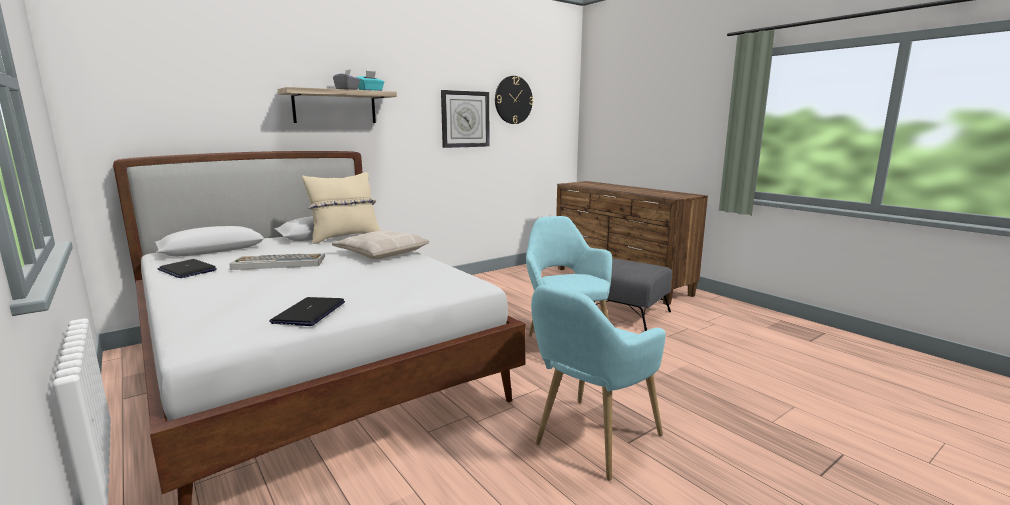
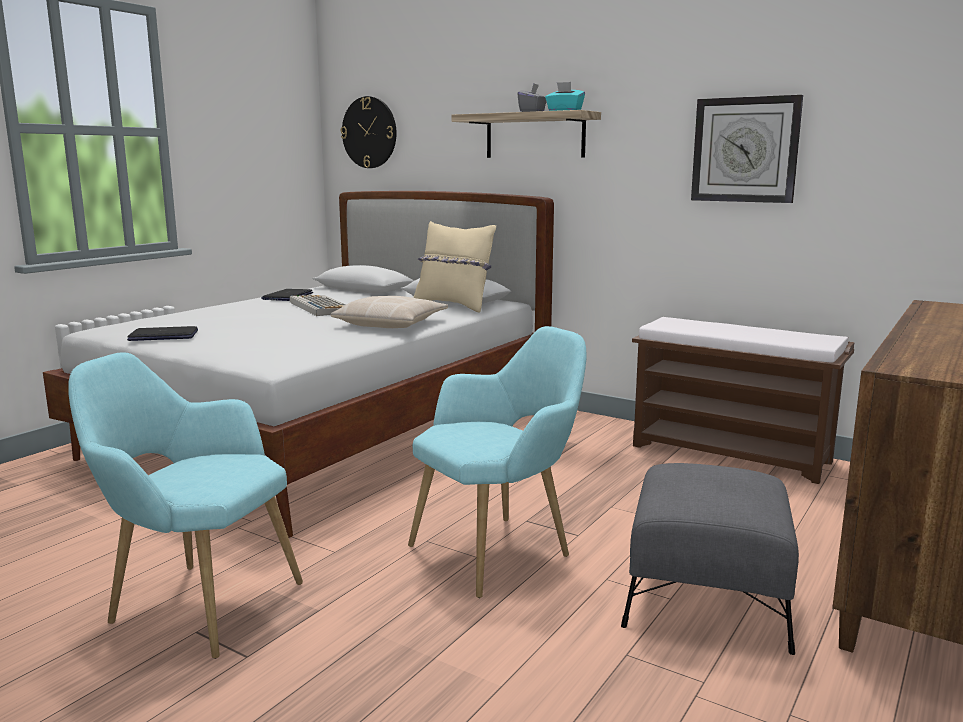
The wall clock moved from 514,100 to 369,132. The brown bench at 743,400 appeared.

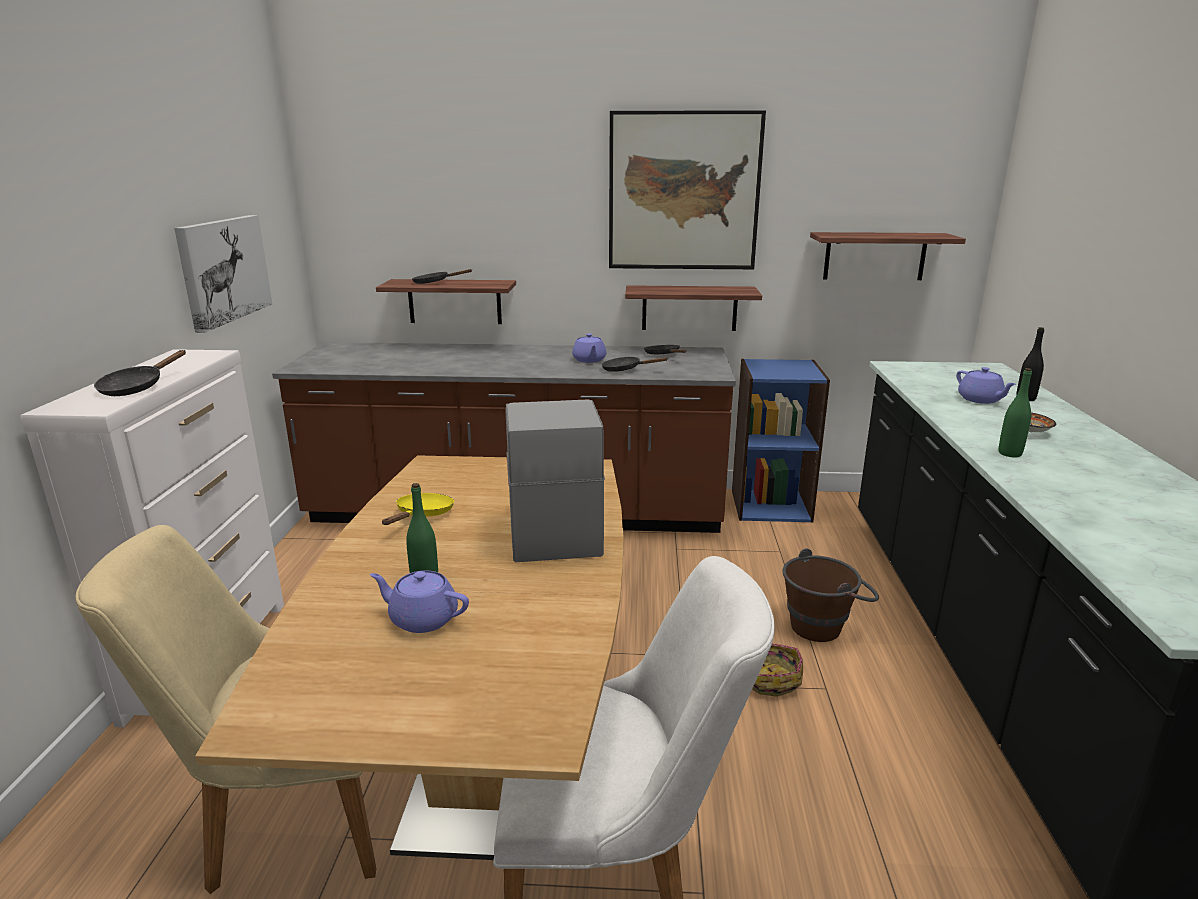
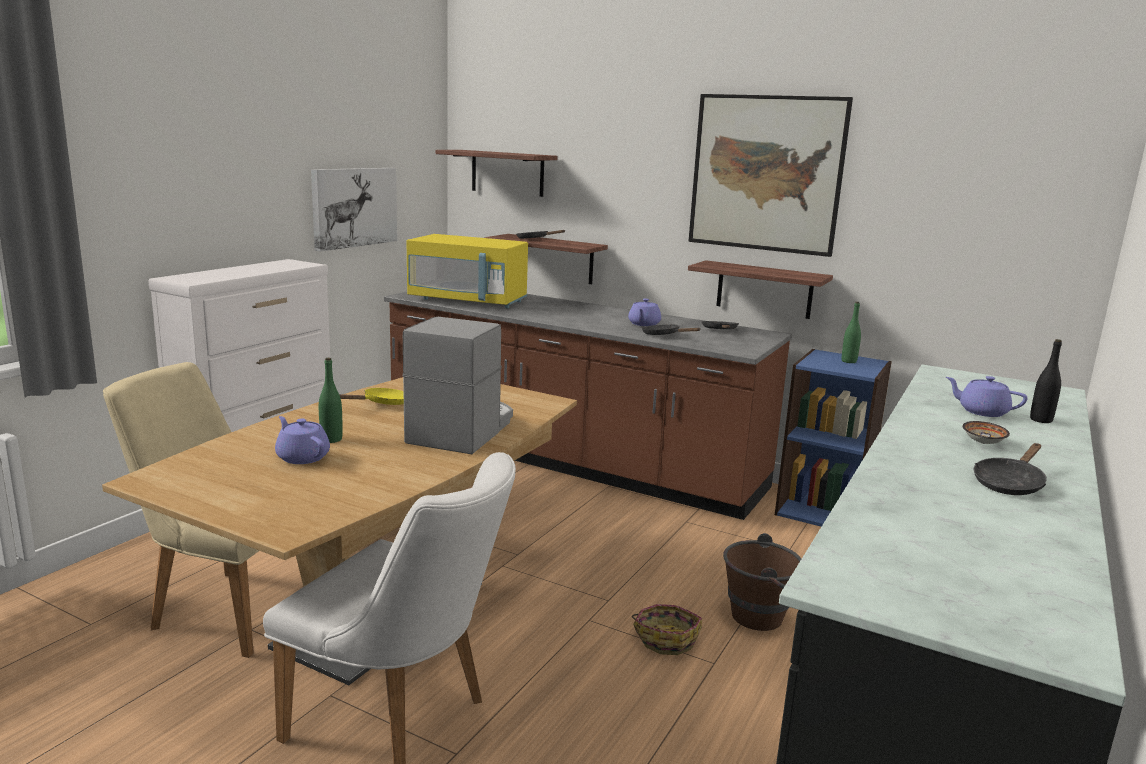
The black frying pan moved from 140,373 to 1010,469. The shelf moved from 888,256 to 497,173. The purple teapot at 986,385 turned 120 degrees clockwise. The green bottle moved from 1015,412 to 851,332. The yellow microwave at 467,271 appeared.

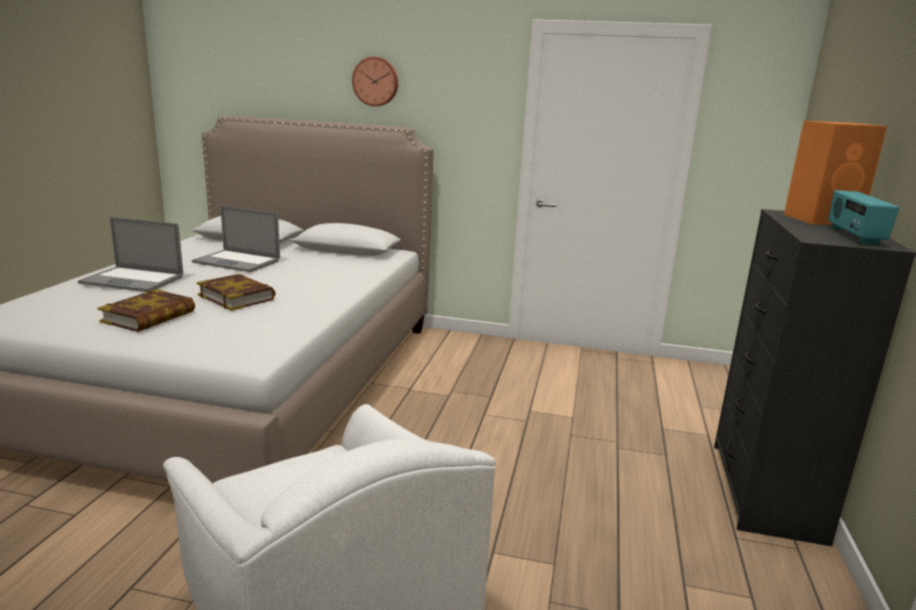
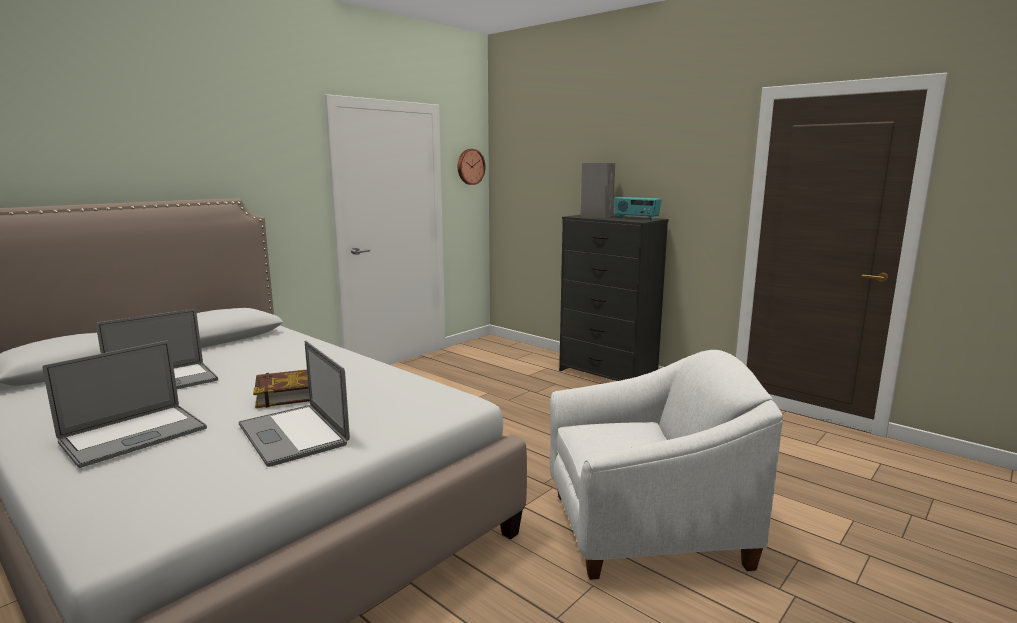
The book at 146,310 was replaced by the laptop at 294,404. The wall clock moved from 375,81 to 471,167. The orange speaker at 835,173 became the grey speaker at 598,190.

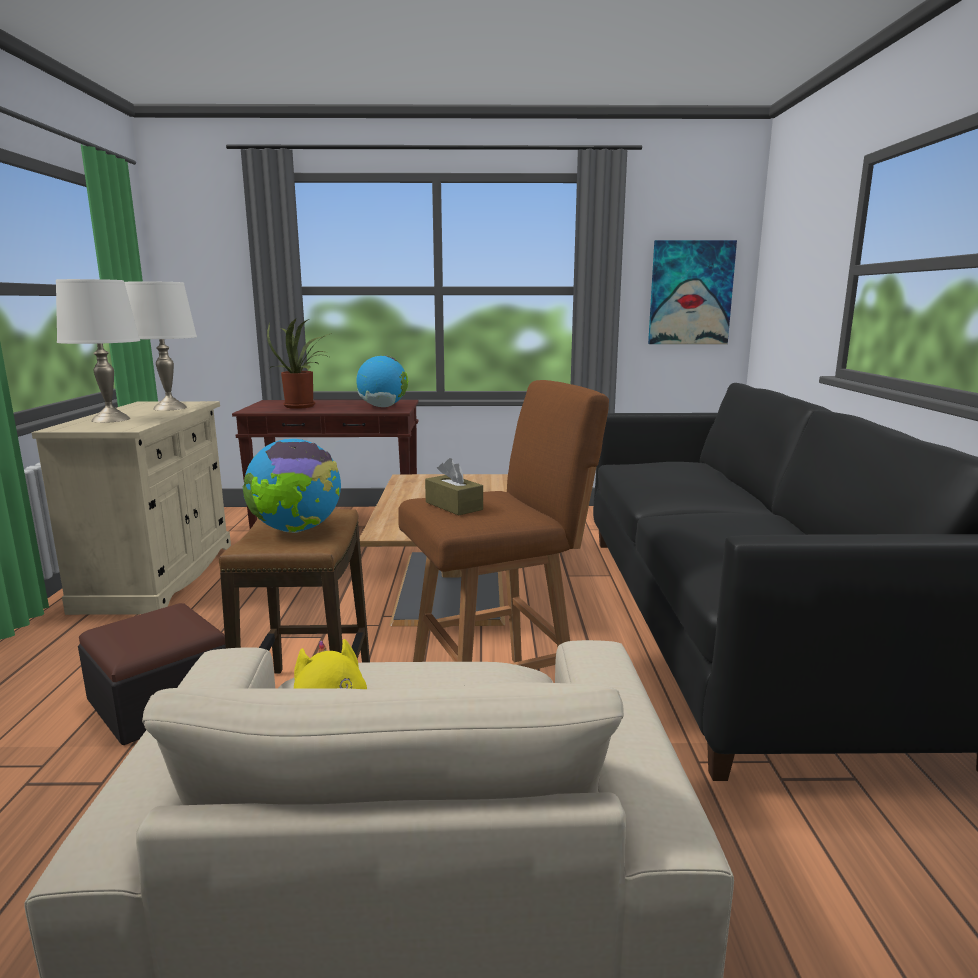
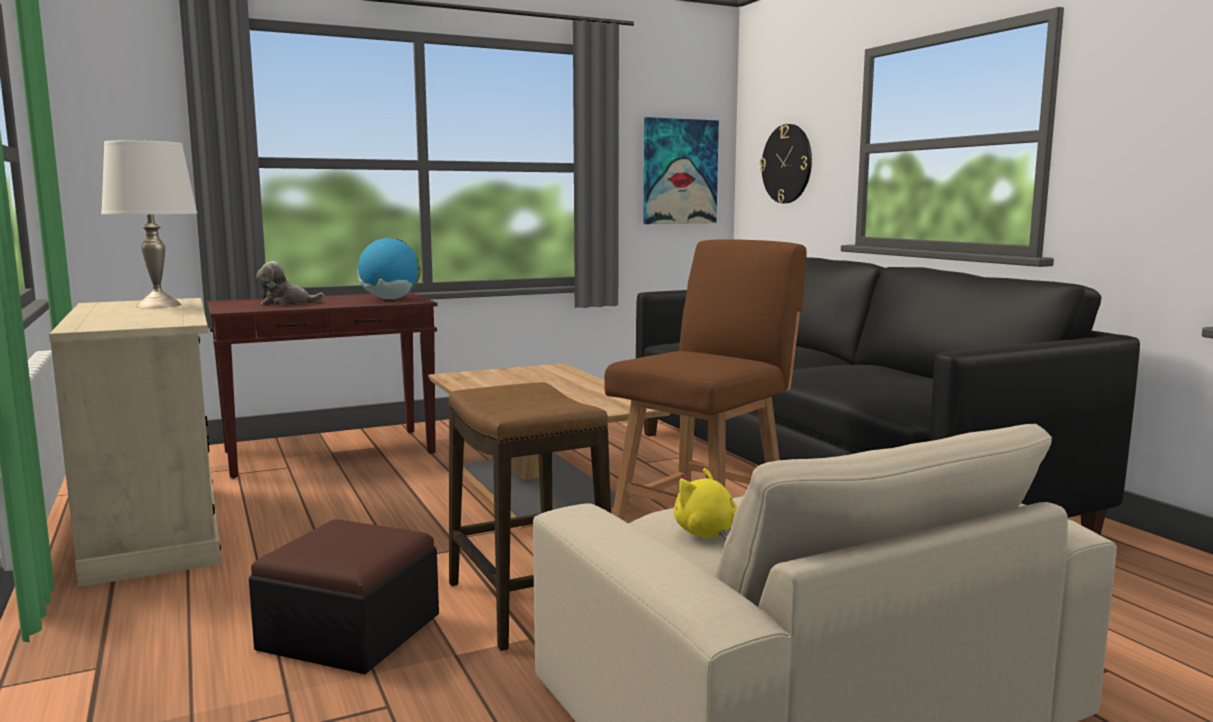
The white table lamp at 98,351 disappeared. The globe at 292,486 disappeared. The potted plant at 299,364 was replaced by the plush toy at 290,283. The brown tissue box at 454,486 disappeared. The wall clock at 786,163 appeared.

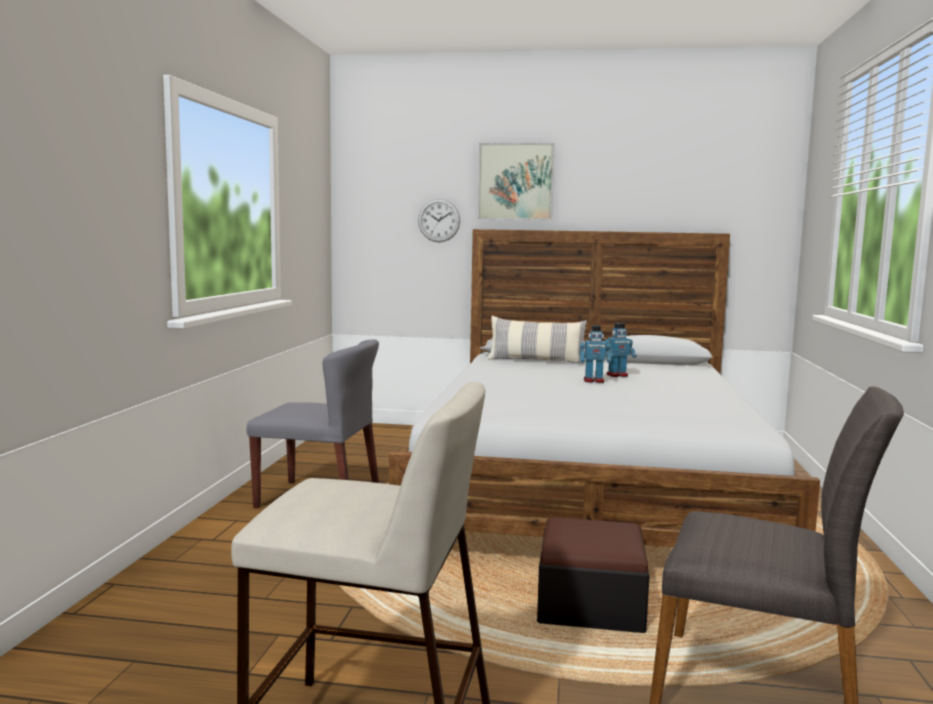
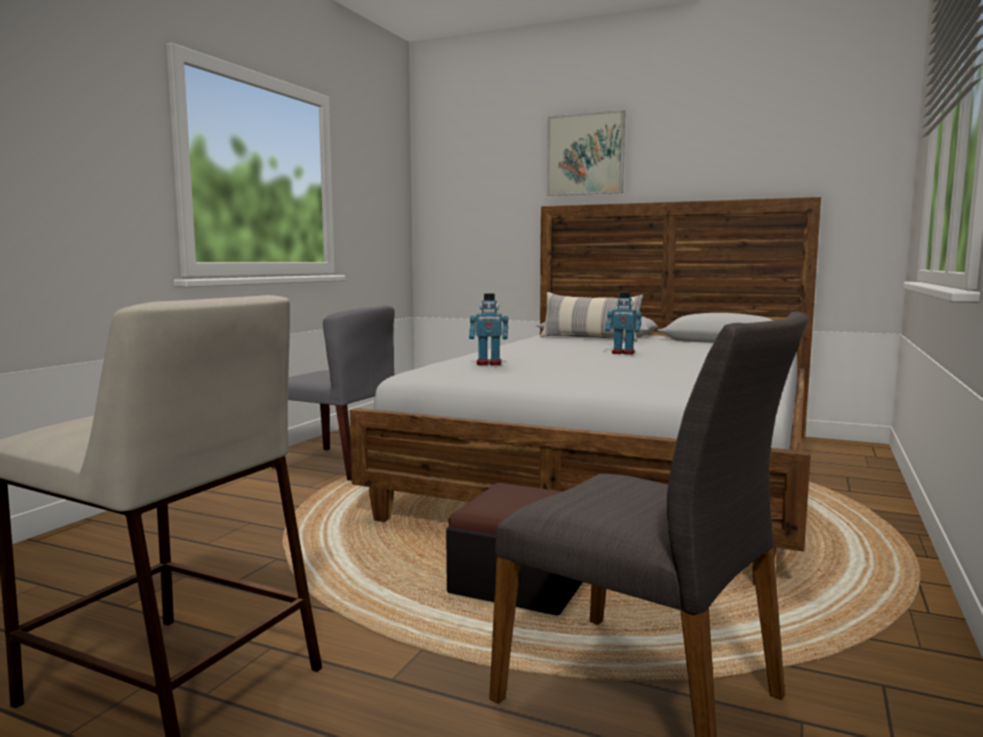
The wall clock at 439,220 disappeared. The toy robot moved from 621,350 to 488,329.

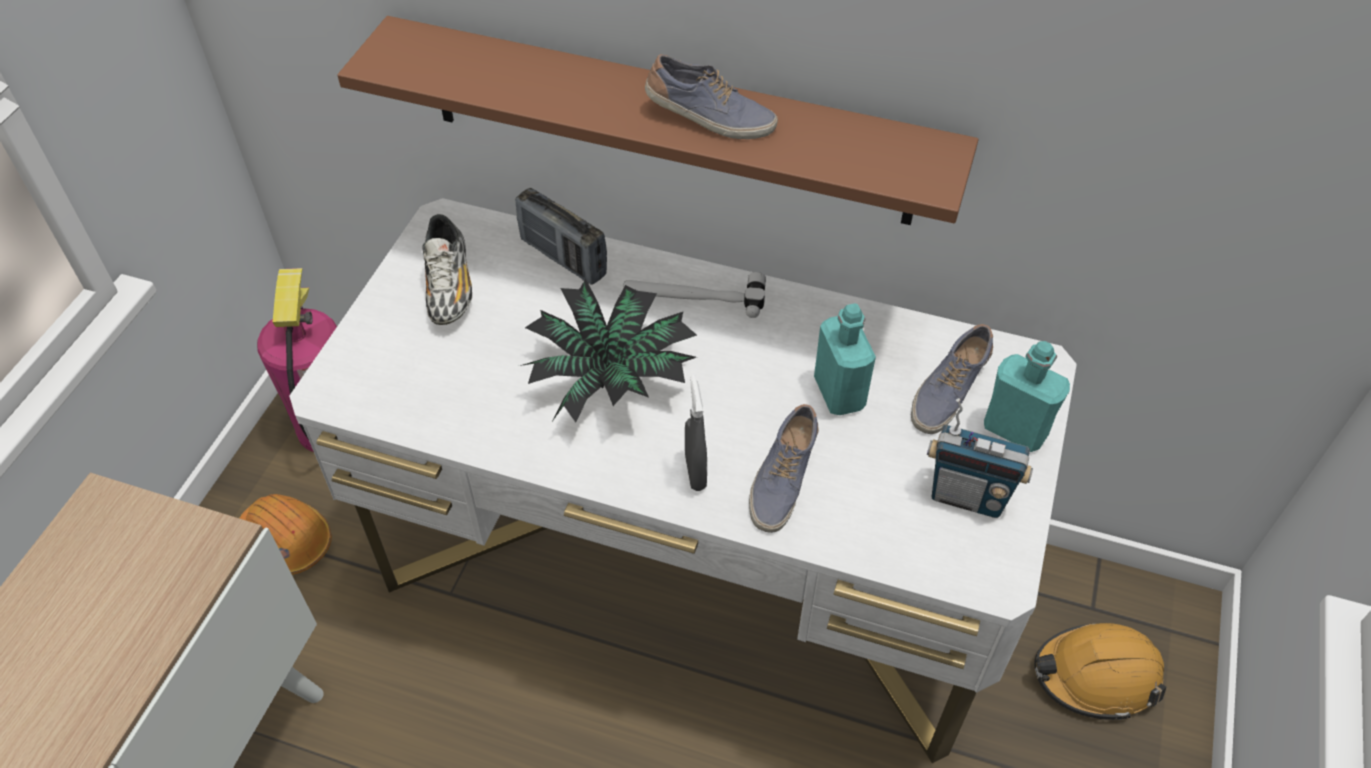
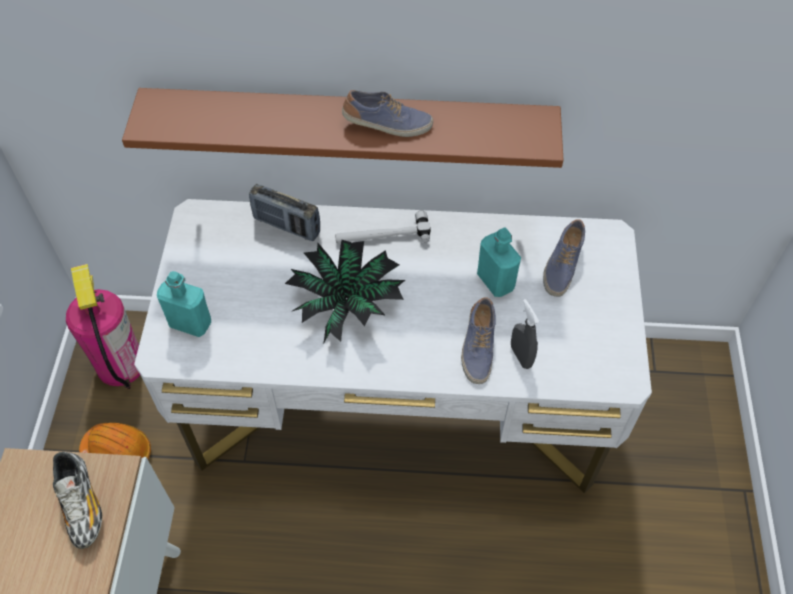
The shoe moved from 447,269 to 77,500. The grey spray bottle moved from 696,433 to 525,334. The radio at 980,458 disappeared. The turquoise bottle moved from 1027,396 to 184,304. The orange hard hat at 1100,671 disappeared.

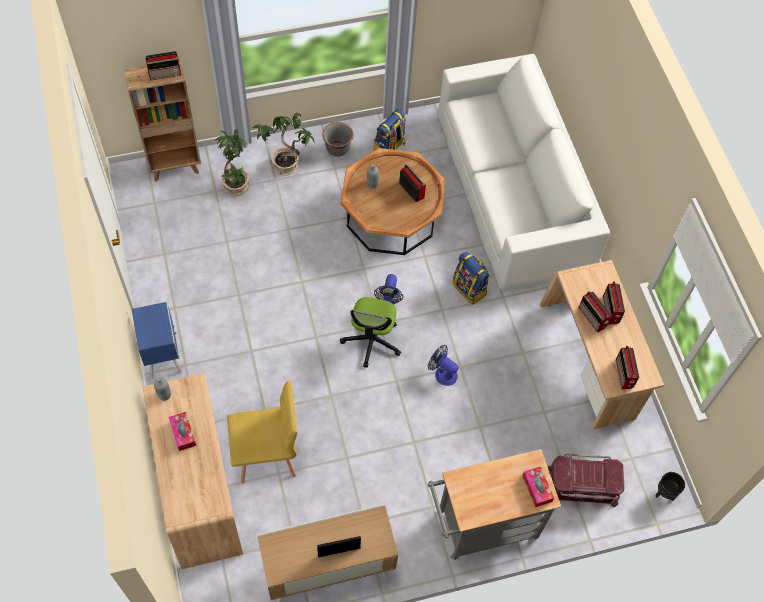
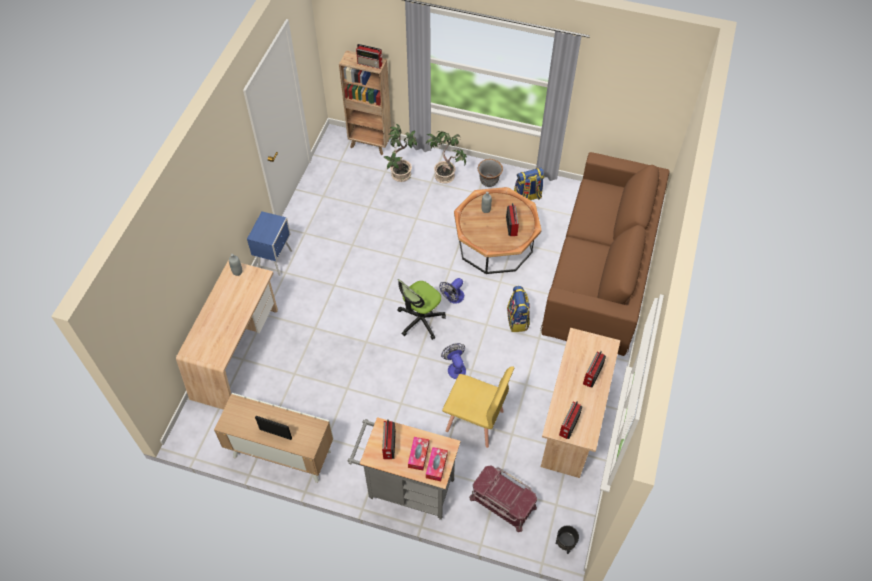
The tissue box moved from 182,431 to 418,453. The yellow chair moved from 262,432 to 478,407. The white sofa at 523,173 became the brown sofa at 605,254. The radio moved from 595,312 to 389,439.

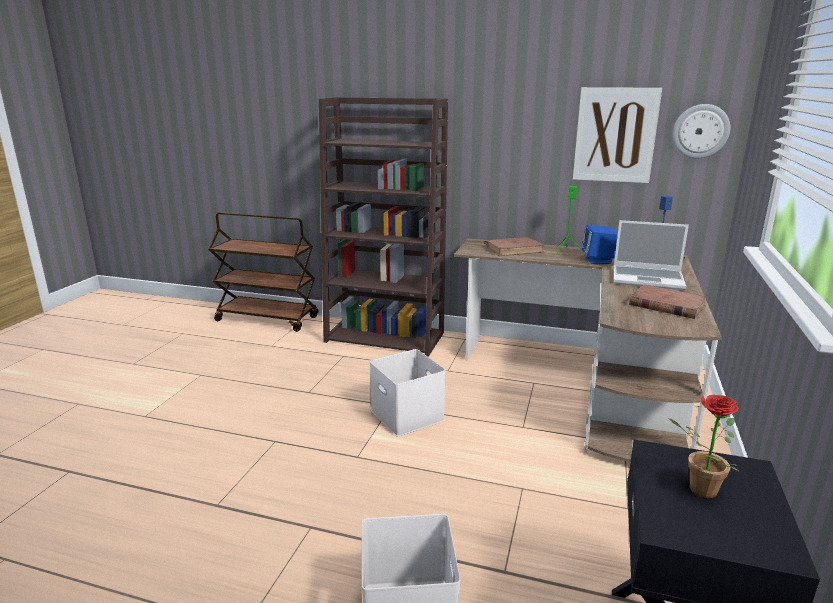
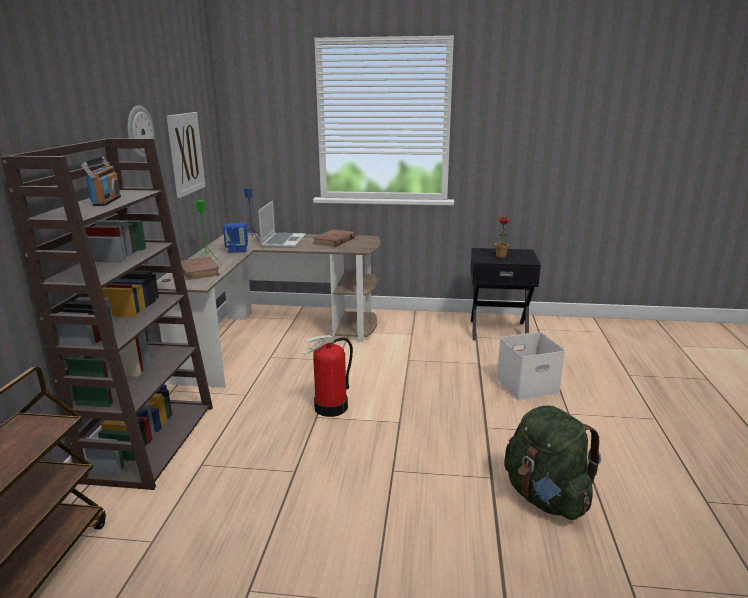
The white storage box at 408,392 was replaced by the fire extinguisher at 327,376. The wall clock moved from 701,131 to 140,131. The radio at 101,181 appeared. The green backpack at 552,463 appeared.

